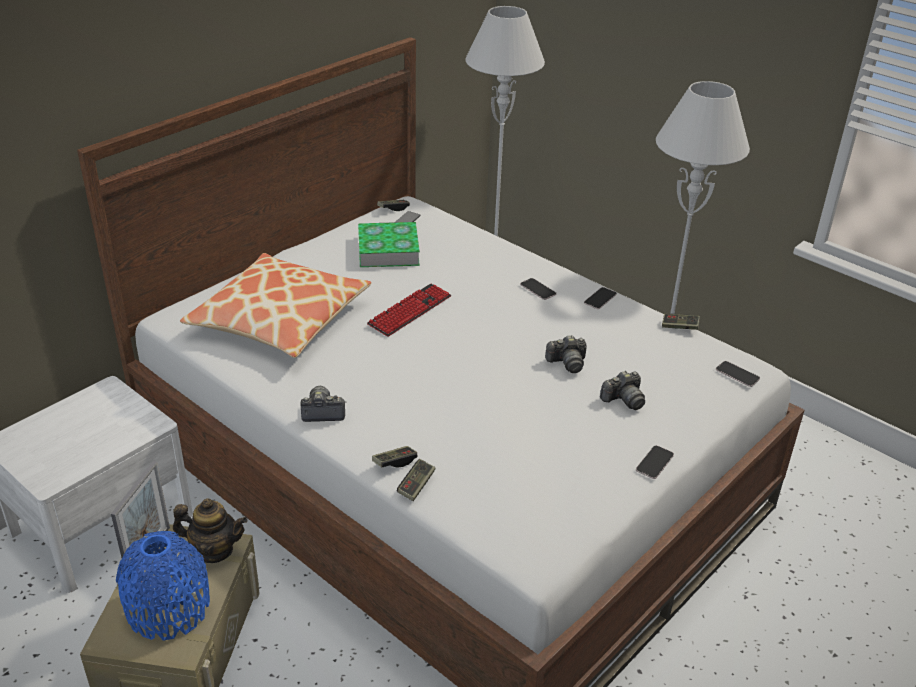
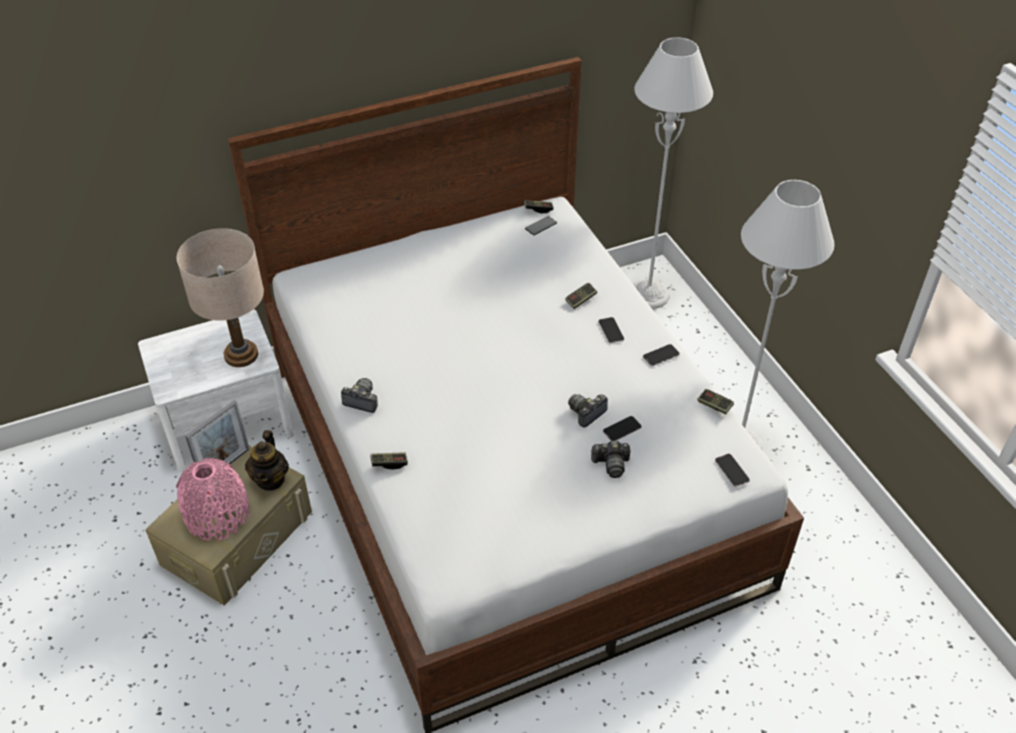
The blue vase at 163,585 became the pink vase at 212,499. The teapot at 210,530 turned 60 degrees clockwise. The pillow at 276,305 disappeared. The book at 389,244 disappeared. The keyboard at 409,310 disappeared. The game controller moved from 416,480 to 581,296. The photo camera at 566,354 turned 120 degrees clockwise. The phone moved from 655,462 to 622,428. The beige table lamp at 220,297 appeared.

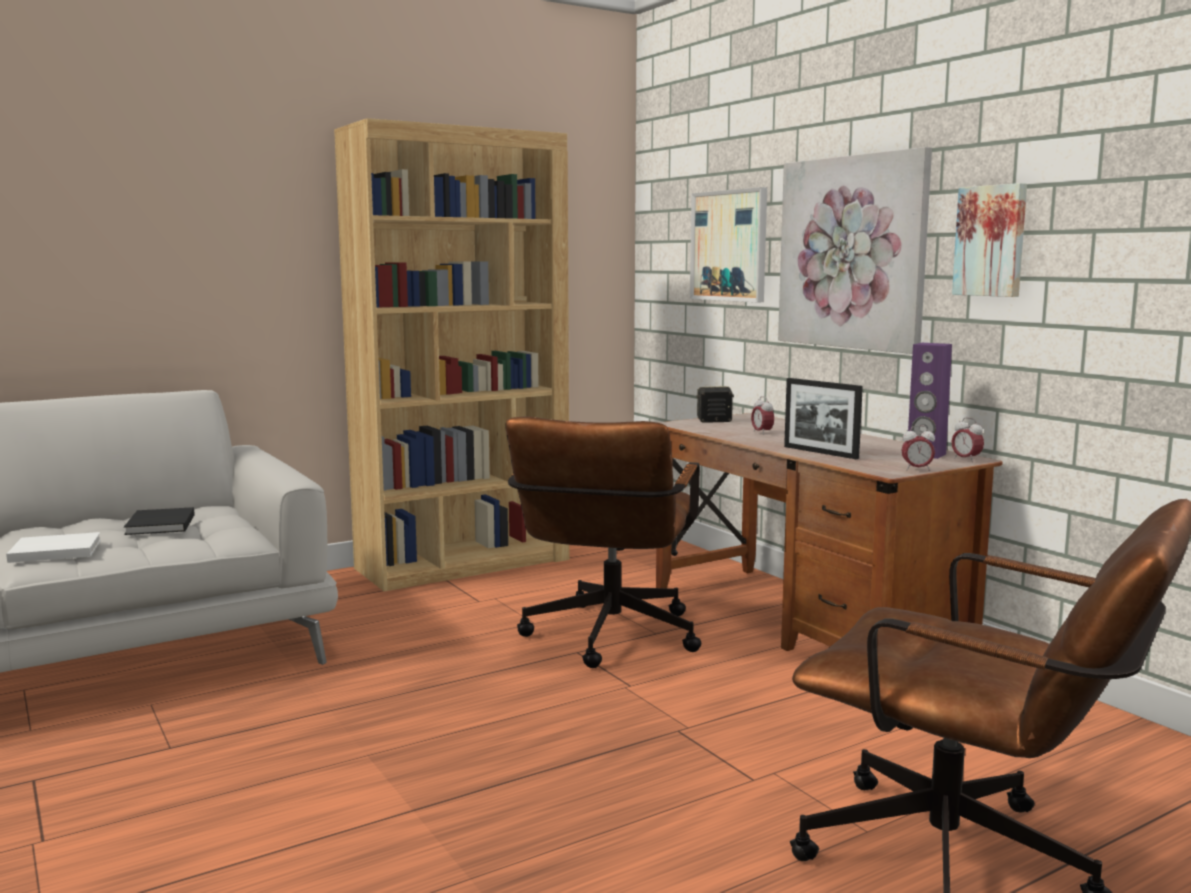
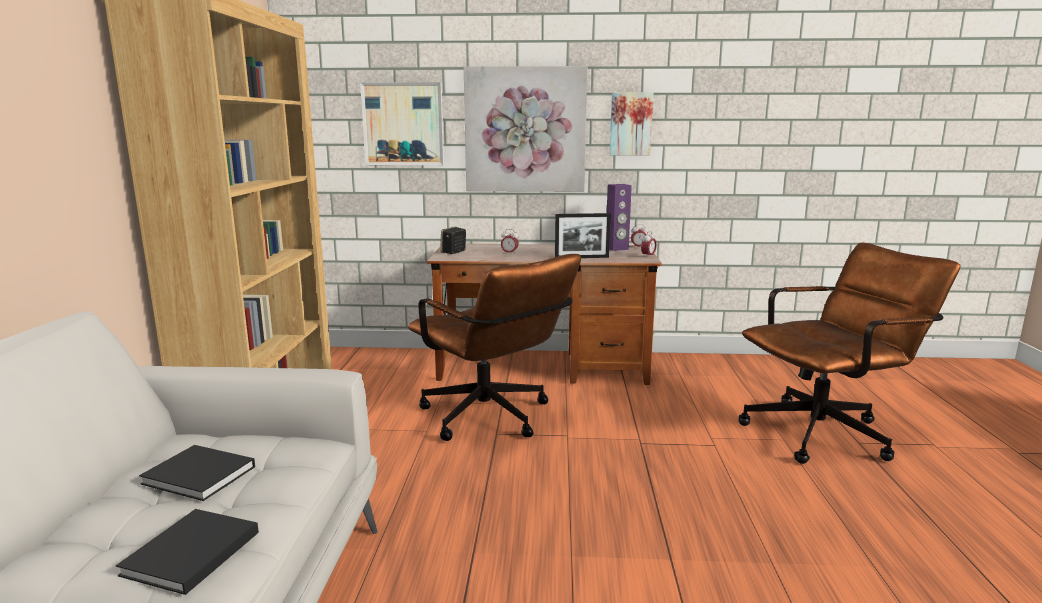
The white book at 53,547 became the black book at 187,552.

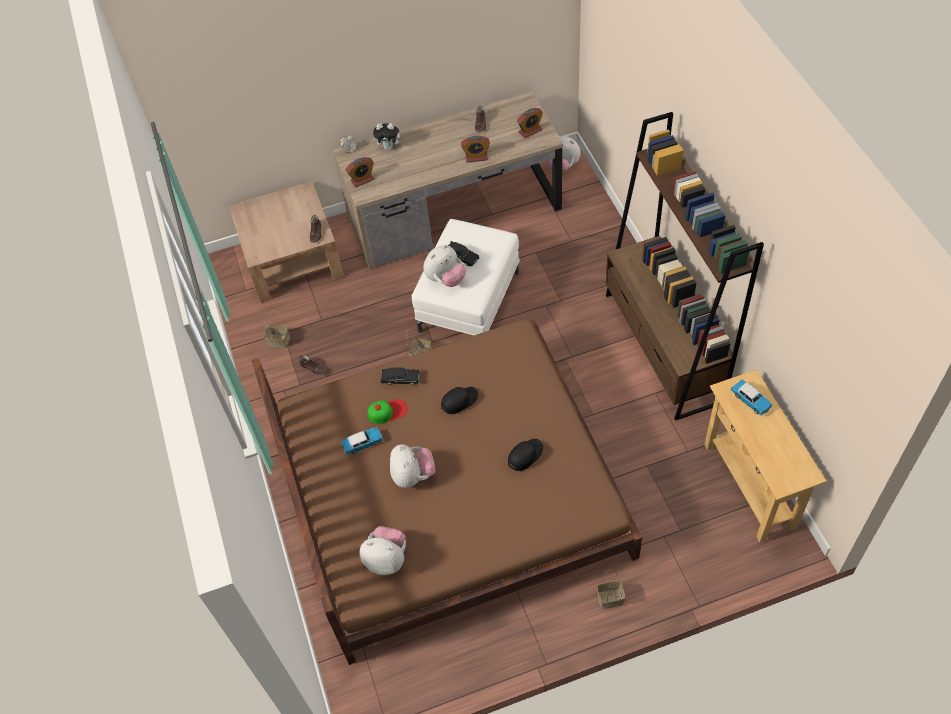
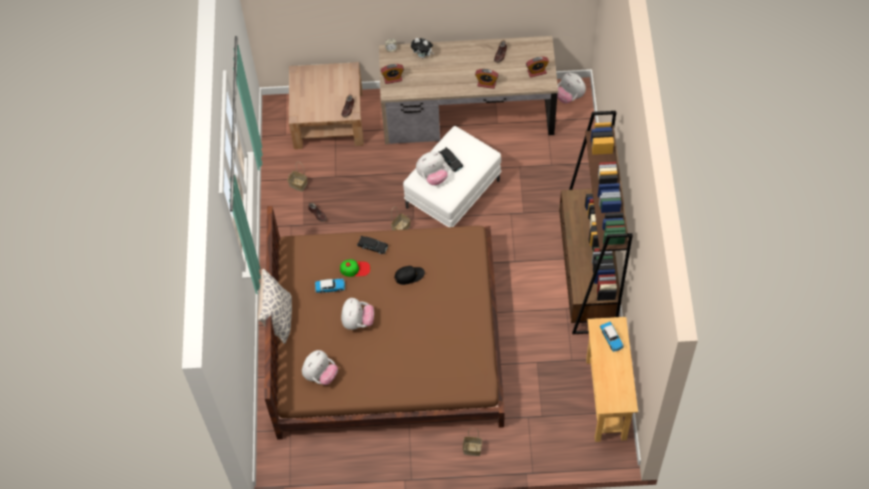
The plush toy at 382,550 turned 90 degrees clockwise. The black cap at 525,455 disappeared. The pillow at 275,306 appeared.

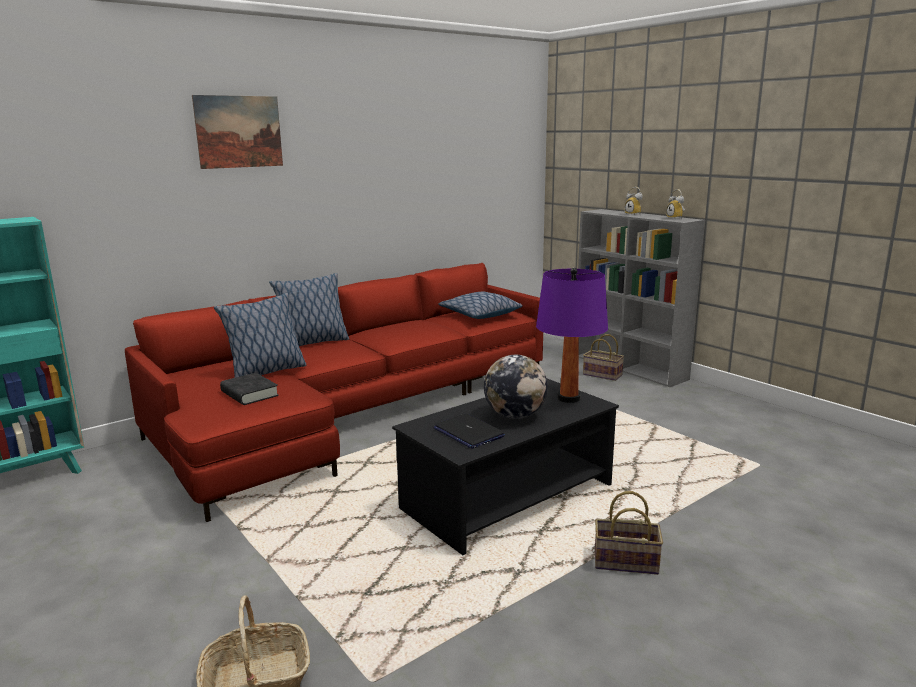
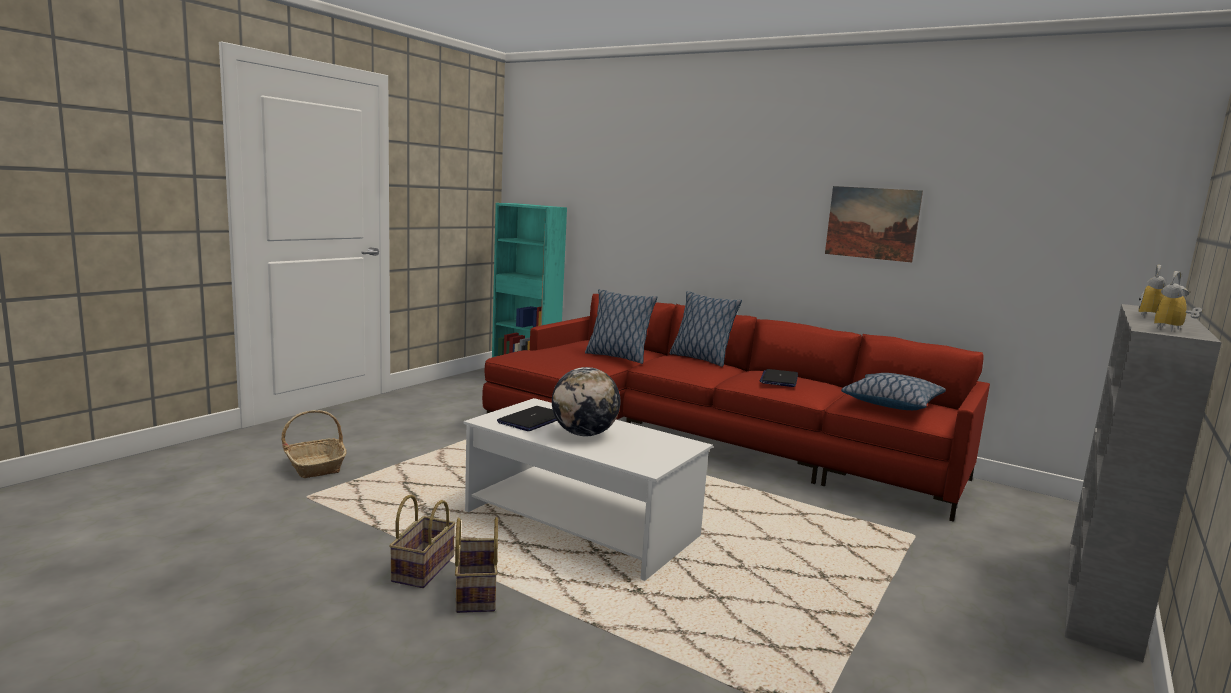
The picture moved from 237,132 to 874,224. The black book at 249,389 disappeared. The black coffee table at 505,467 became the white coffee table at 588,489. The purple table lamp at 572,335 disappeared. The basket moved from 603,357 to 422,541. The laptop at 779,378 appeared.

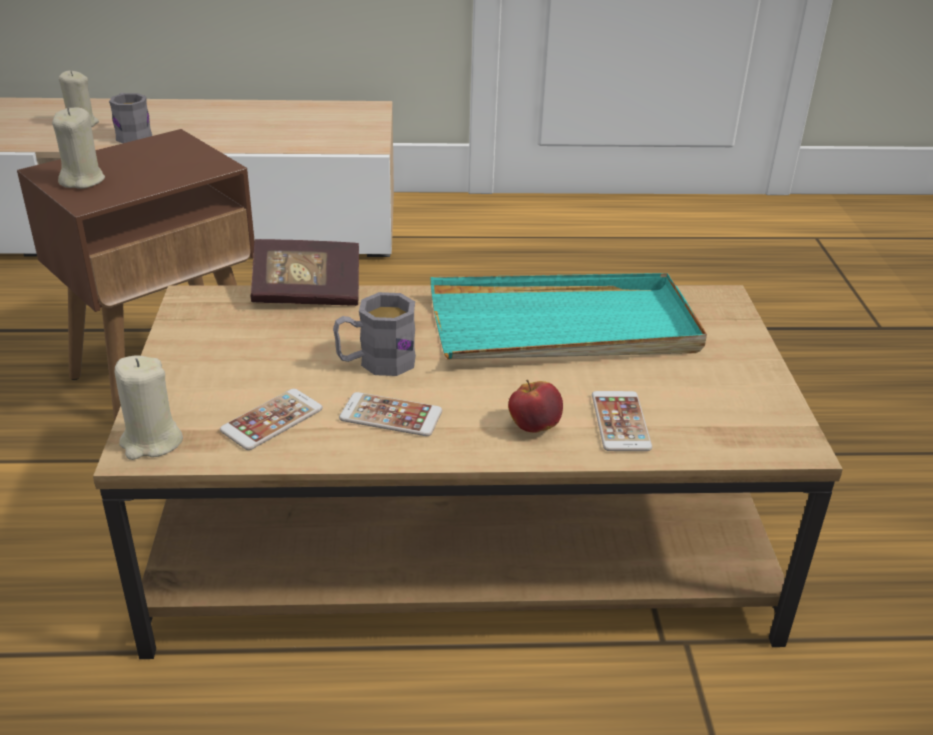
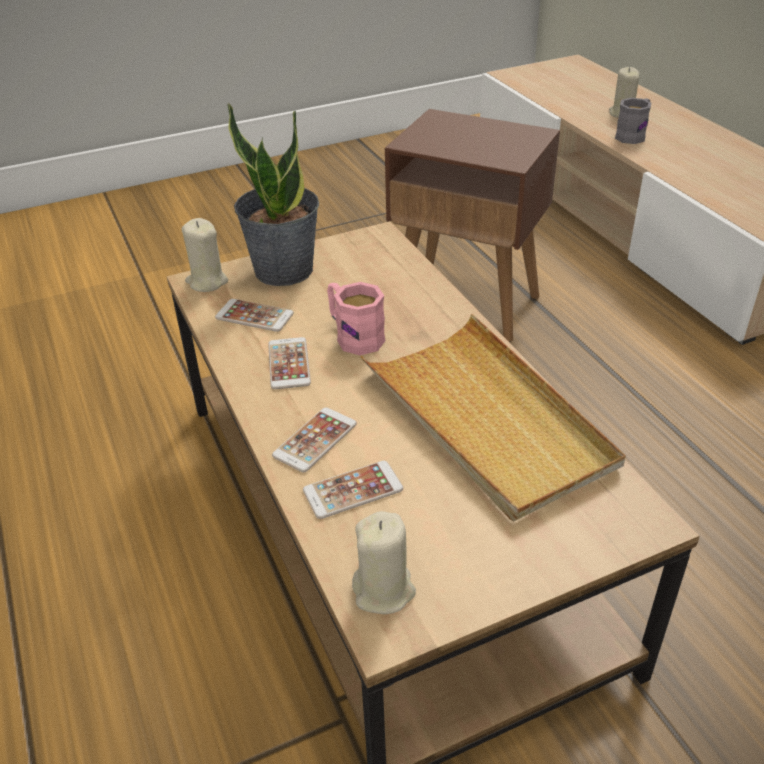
The beige candle moved from 78,148 to 384,562. The book at 305,272 disappeared. The grey mug at 374,334 became the pink mug at 356,318. The turquoise tray at 569,316 became the beige tray at 493,418. The apple at 535,406 was replaced by the phone at 314,440. The potted plant at 273,194 appeared.

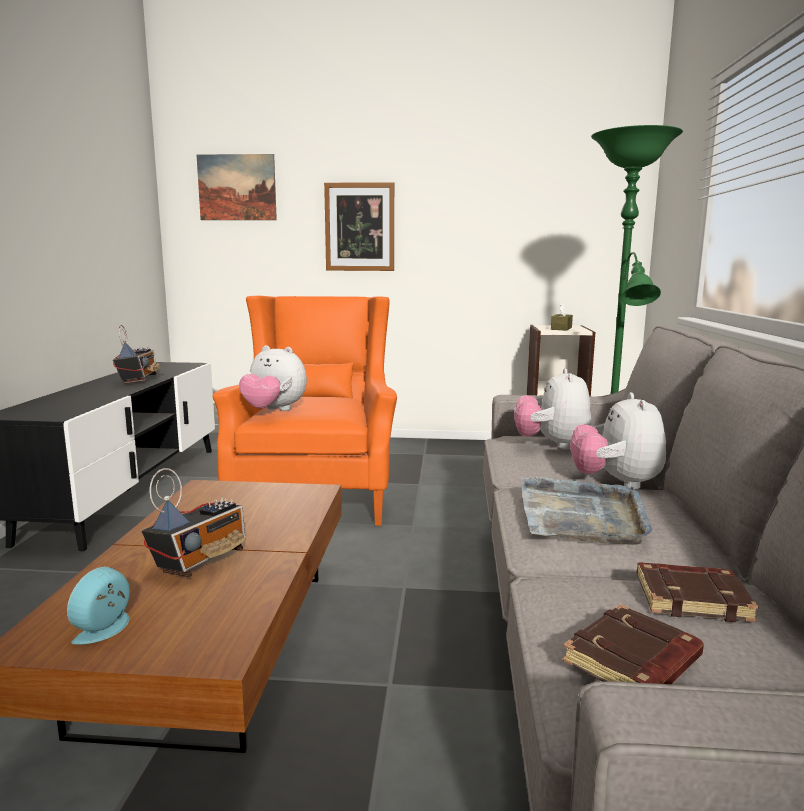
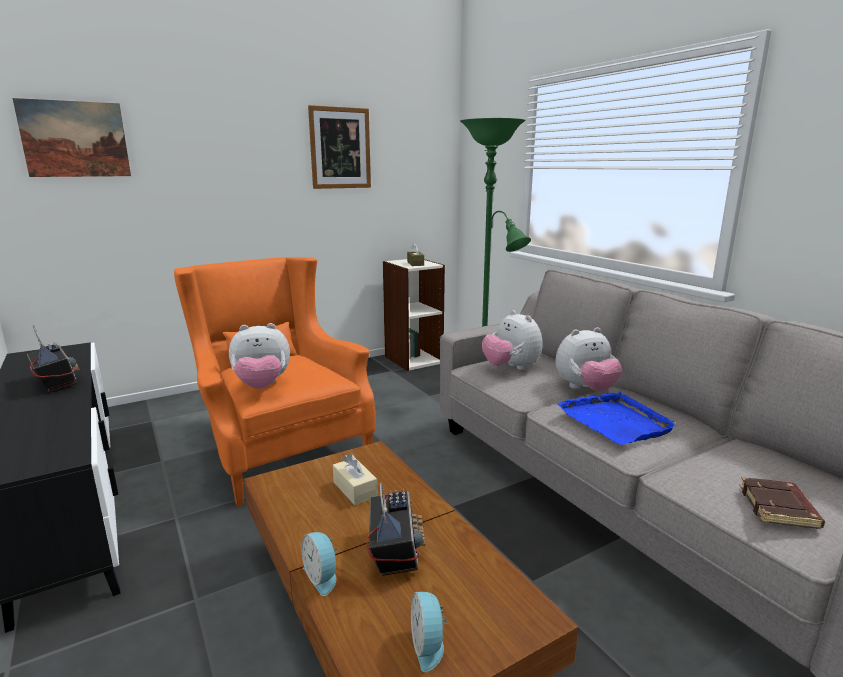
The picture moved from 359,226 to 339,147. The grey tray at 586,510 became the blue tray at 616,418. The plush toy at 618,440 turned 75 degrees counterclockwise. The brown book at 698,592 disappeared. The alarm clock at 319,564 appeared. The beige tissue box at 355,479 appeared.

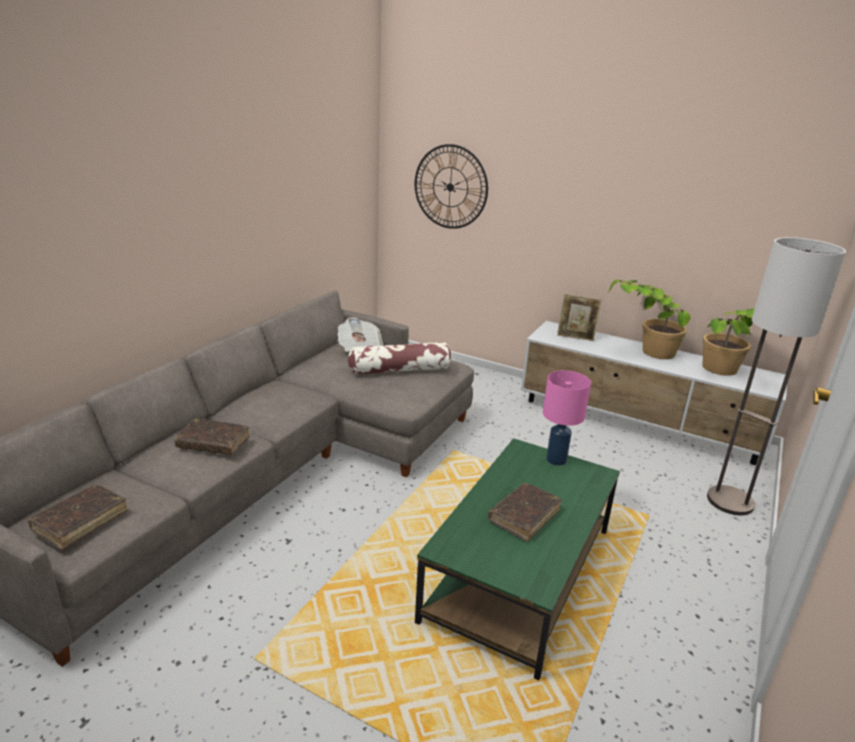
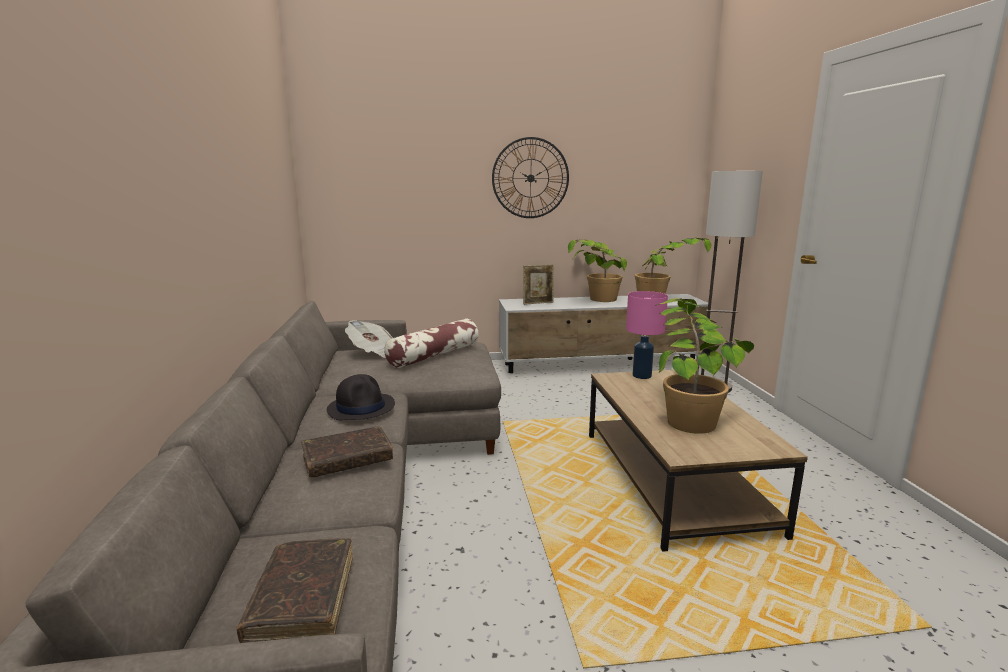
The wall clock moved from 451,186 to 530,177. The green coffee table at 517,559 became the brown coffee table at 698,461. The brown book at 525,512 was replaced by the potted plant at 705,366. The black hat at 361,397 appeared.

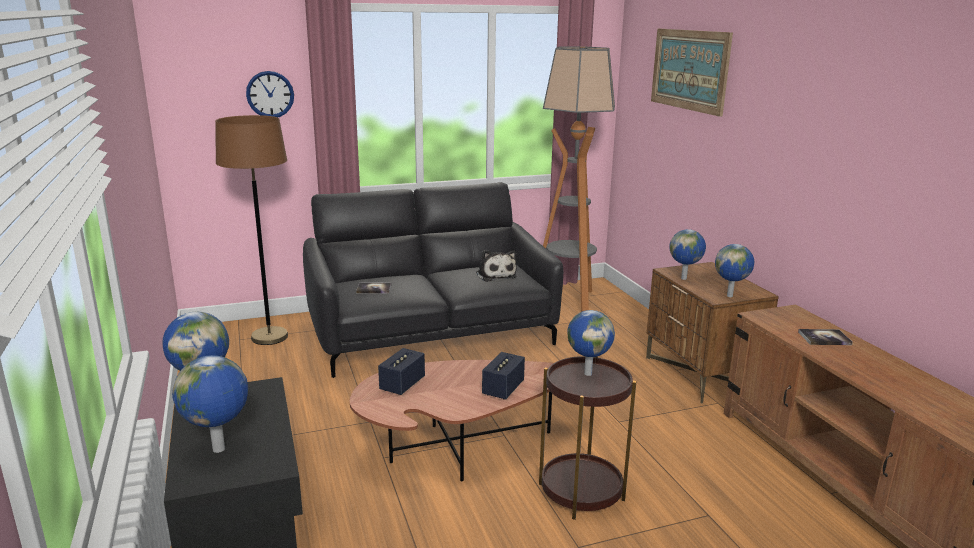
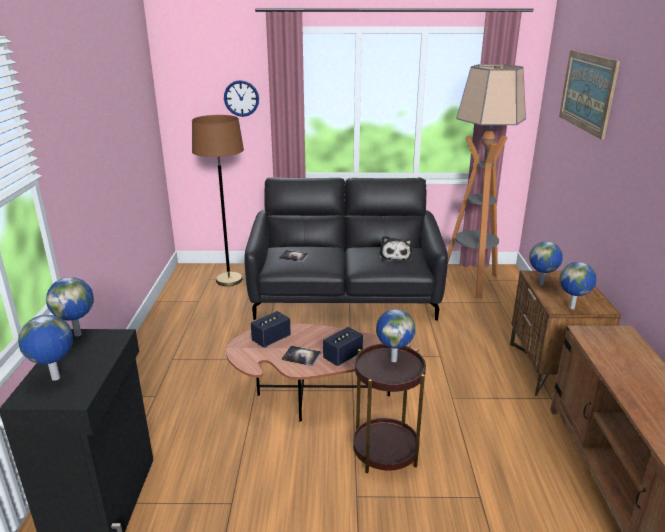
The book moved from 825,337 to 301,356.

